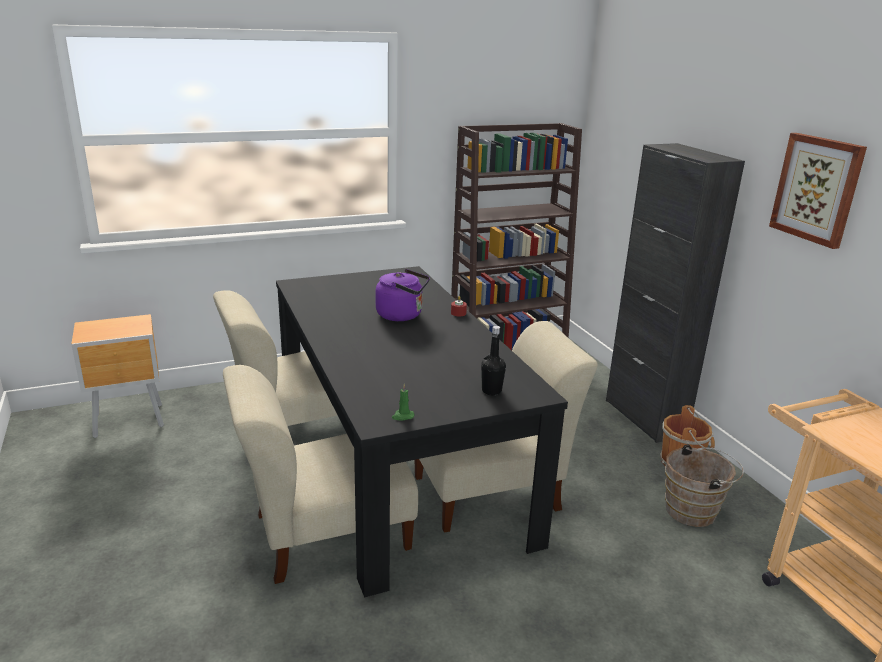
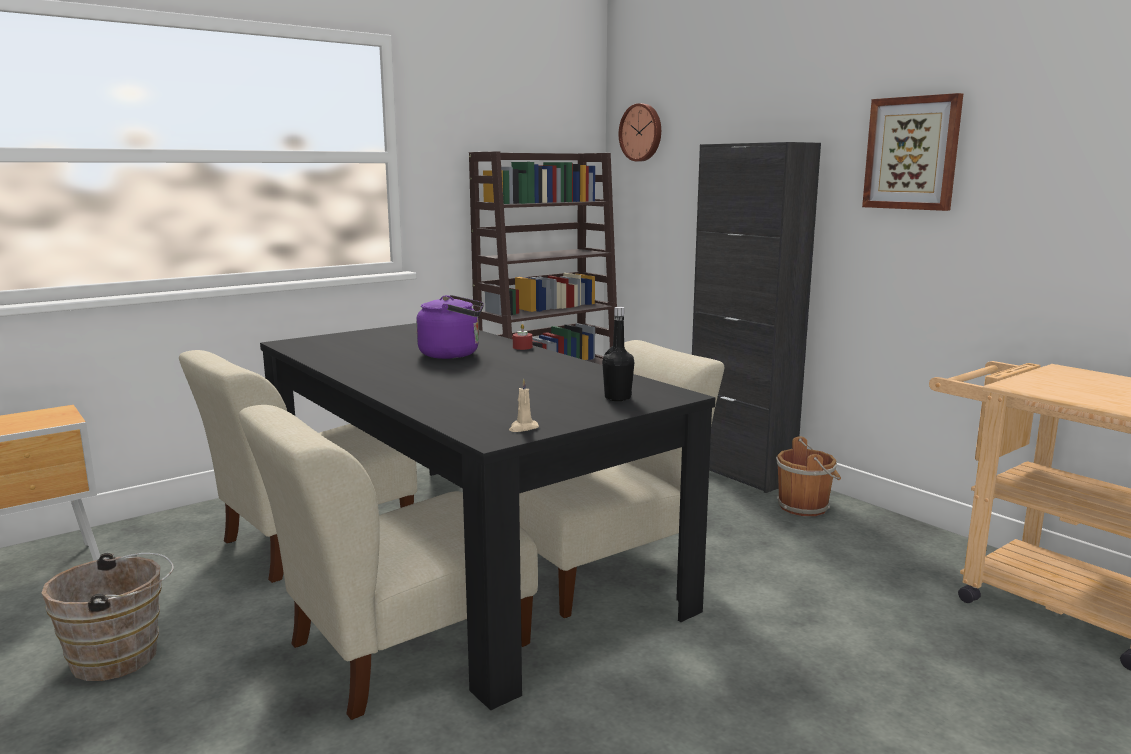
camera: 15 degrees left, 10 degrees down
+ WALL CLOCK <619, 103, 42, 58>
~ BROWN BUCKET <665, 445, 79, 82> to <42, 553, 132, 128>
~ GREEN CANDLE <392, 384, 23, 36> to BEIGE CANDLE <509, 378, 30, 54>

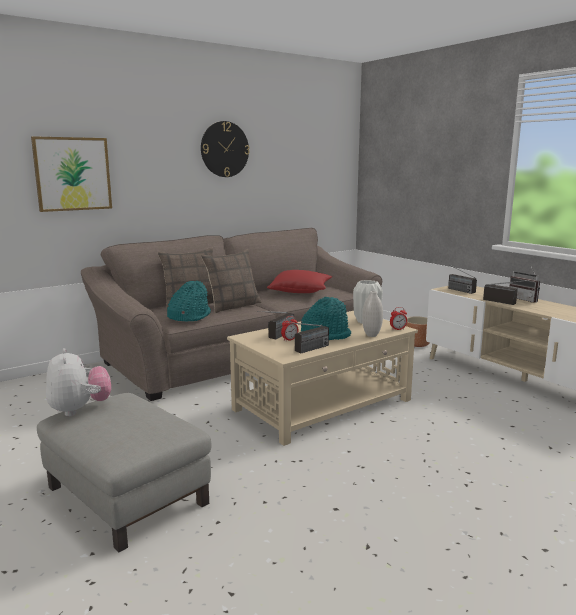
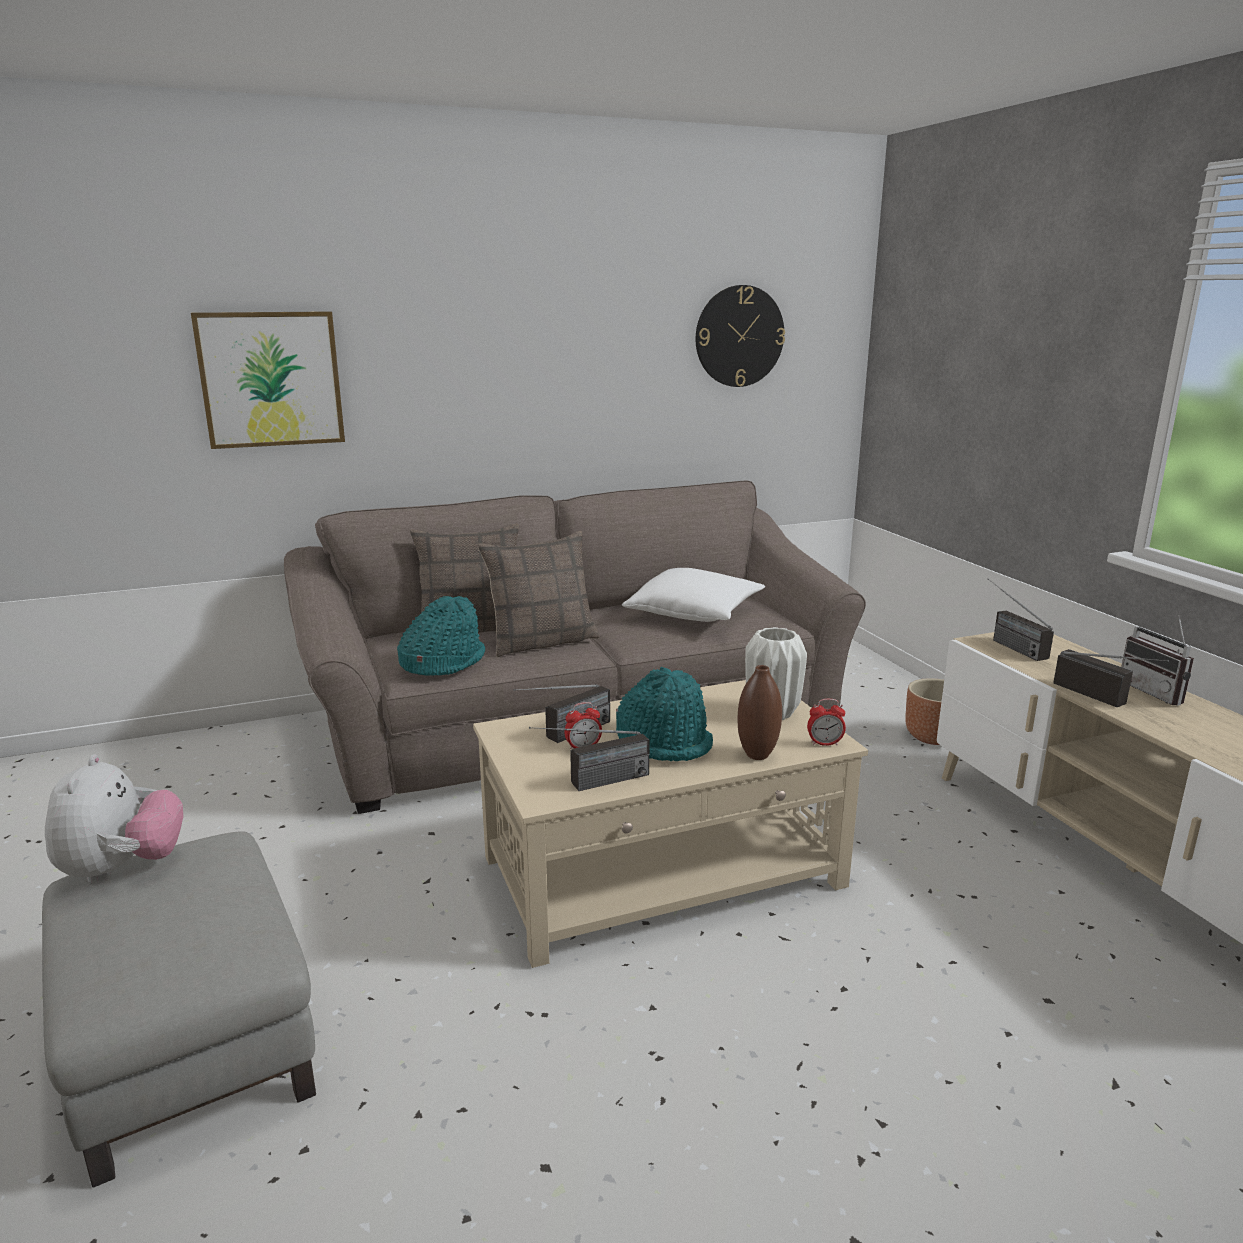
camera: 15 degrees right, 5 degrees up
~ WALL CLOCK <201, 121, 49, 56> to <696, 285, 89, 102>
~ RED PILLOW <267, 270, 65, 23> to WHITE PILLOW <622, 568, 143, 54>
~ WHITE VASE <362, 291, 21, 46> to BROWN VASE <738, 665, 44, 95>

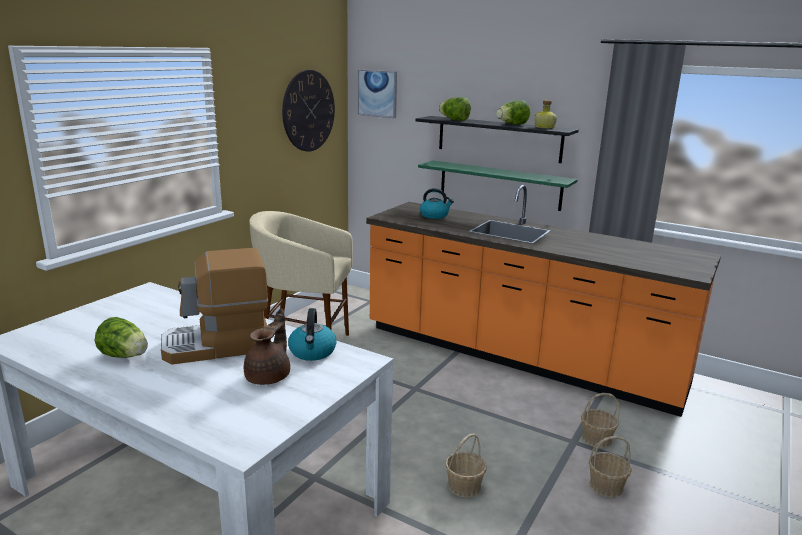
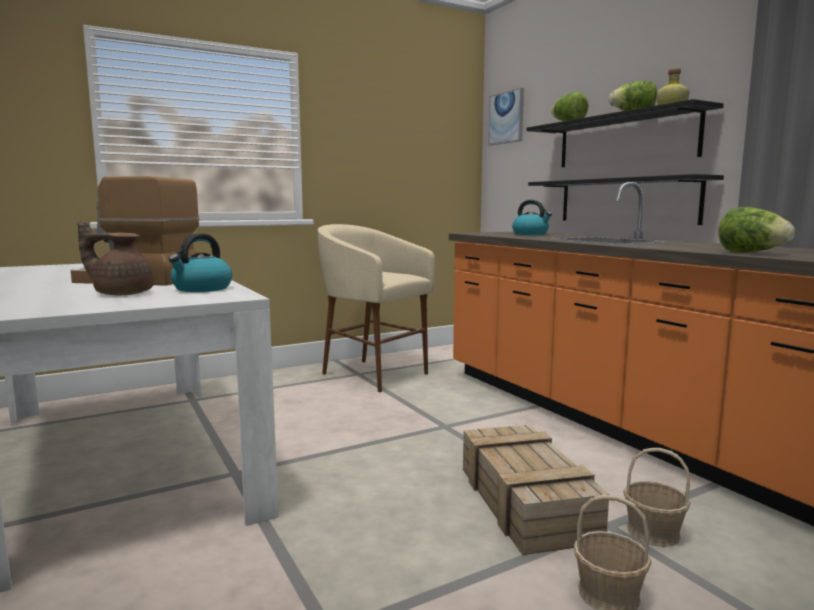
camera: 30 degrees right, 10 degrees down
- WALL CLOCK <282, 70, 53, 82>
- BASKET <445, 434, 42, 64>
+ CRATE <463, 425, 146, 130>
~ LETTUCE <95, 317, 53, 41> to <719, 207, 76, 46>
~ GREEN SHELF <418, 160, 160, 51> to BLACK SHELF <528, 174, 196, 51>
~ BROWN TEAPOT <244, 308, 46, 77> = <77, 220, 77, 75> 135 degrees counterclockwise

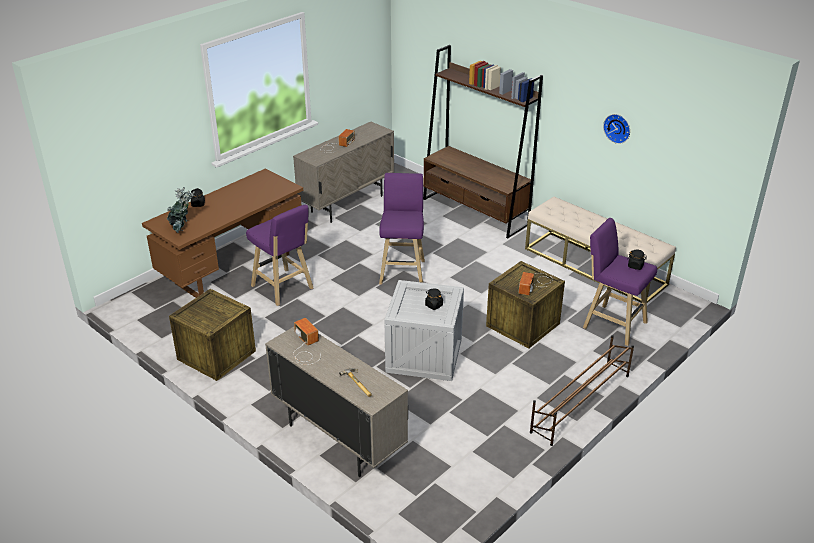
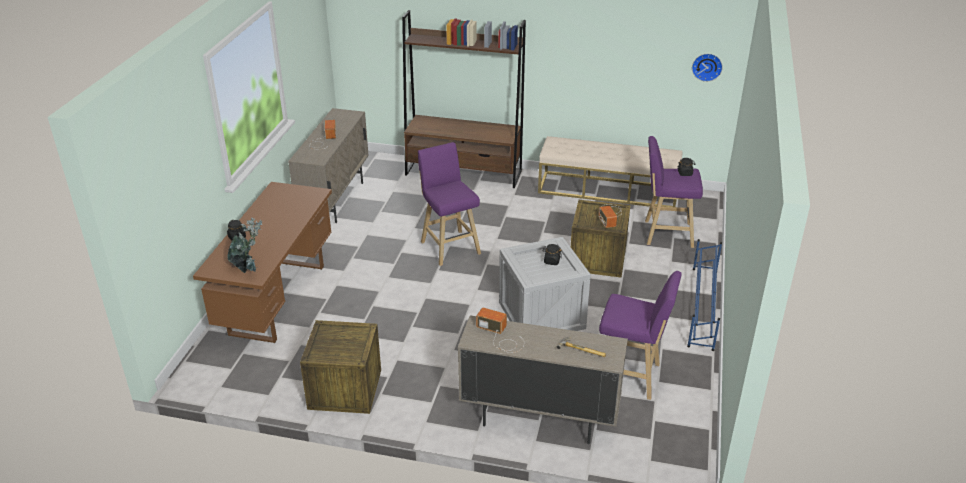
camera: 30 degrees left, 0 degrees up
~ PURPLE STOOL <246, 205, 68, 101> to <599, 271, 83, 129>
~ WALL CLOCK <603, 114, 27, 30> to <692, 54, 31, 28>
~ BROWN SHOE RACK <530, 335, 104, 111> to BLUE SHOE RACK <687, 239, 35, 112>

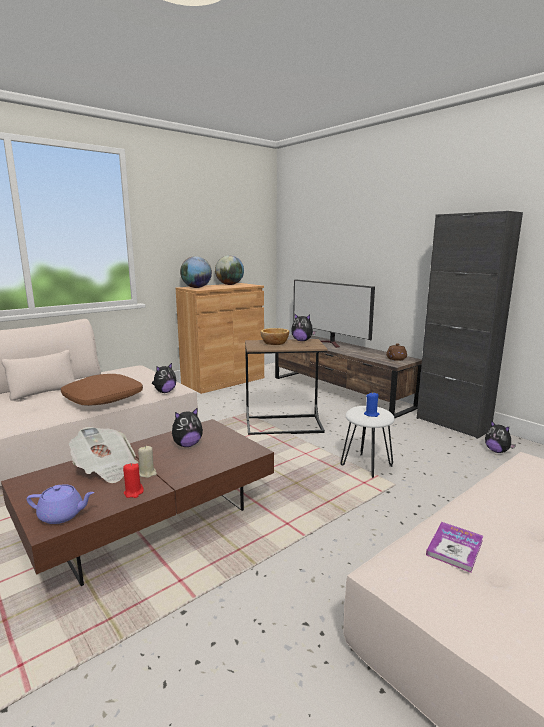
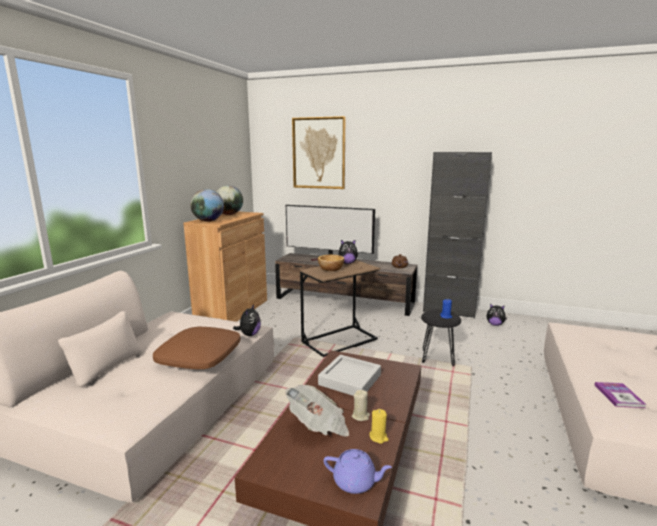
camera: 30 degrees left, 0 degrees up
+ PICTURE <292, 116, 53, 73>
~ PLUSH TOY <172, 407, 31, 40> to GREY TRAY <318, 355, 63, 41>
~ RED CANDLE <123, 463, 21, 35> to YELLOW CANDLE <370, 409, 19, 35>
~ WHITE STOOL <340, 406, 55, 72> to BLACK STOOL <421, 309, 40, 58>
~ PURPLE TEAPOT <27, 484, 67, 40> = <324, 449, 68, 45> 45 degrees clockwise

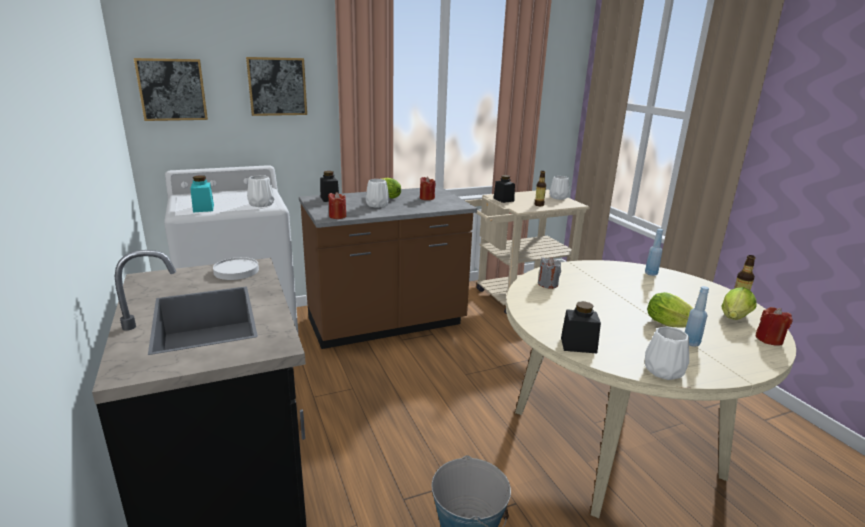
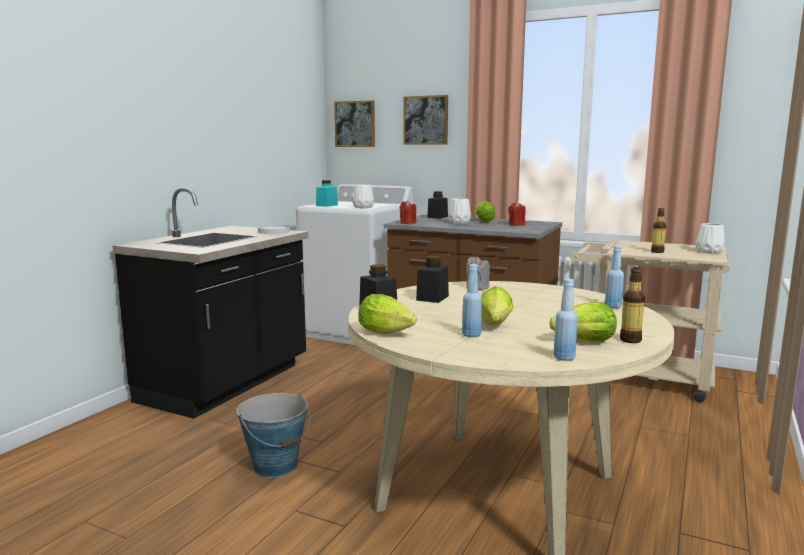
camera: 50 degrees right, 10 degrees down
~ BLACK JAR <494, 175, 21, 28> to <416, 256, 33, 47>
~ WHITE VASE <645, 327, 44, 53> to LETTUCE <358, 294, 59, 40>
~ RED CANDLE <755, 307, 38, 39> to BLUE BOTTLE <553, 279, 25, 82>

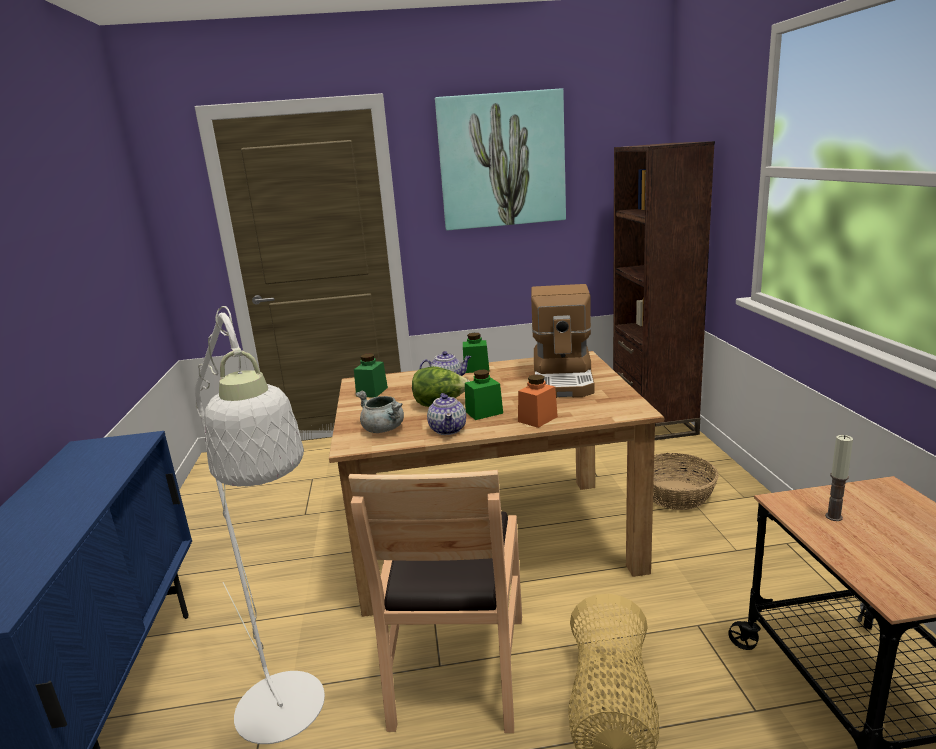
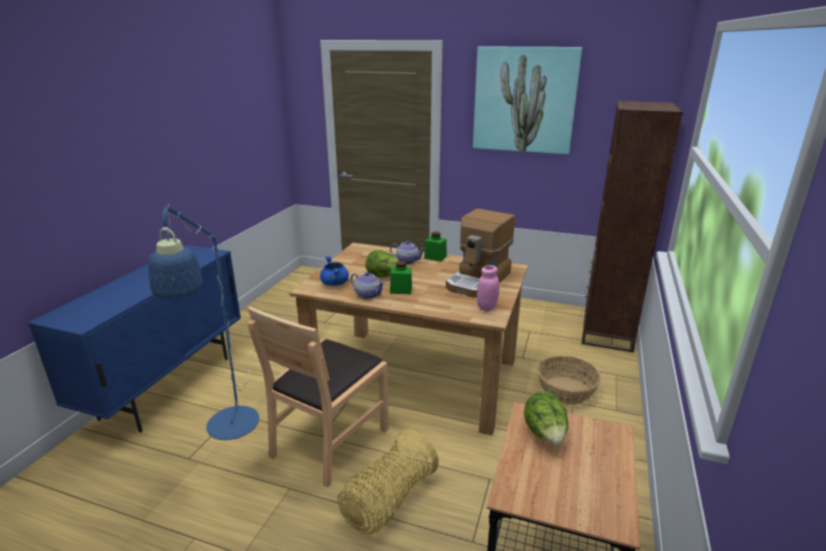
camera: 25 degrees right, 5 degrees up
- GREEN JAR <354, 353, 34, 45>
- ORANGE JAR <518, 375, 40, 53>
+ PINK JAR <477, 265, 22, 46>
~ CANDLE <825, 435, 28, 86> to LETTUCE <524, 391, 44, 54>
~ WHITE FLOOR LAMP <195, 306, 130, 438> to BLUE FLOOR LAMP <148, 203, 111, 237>
~ GREY COOKING POT <355, 391, 49, 42> to BLUE COOKING POT <320, 256, 29, 30>
~ TEAPOT <427, 393, 39, 42> = <350, 272, 35, 27> 75 degrees counterclockwise

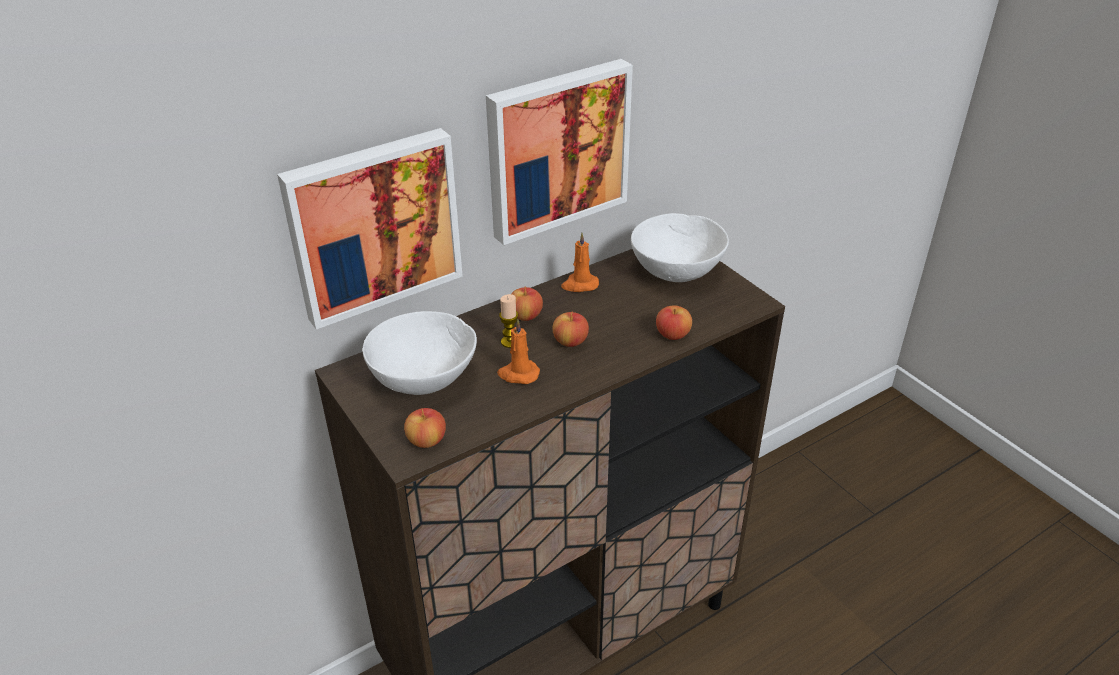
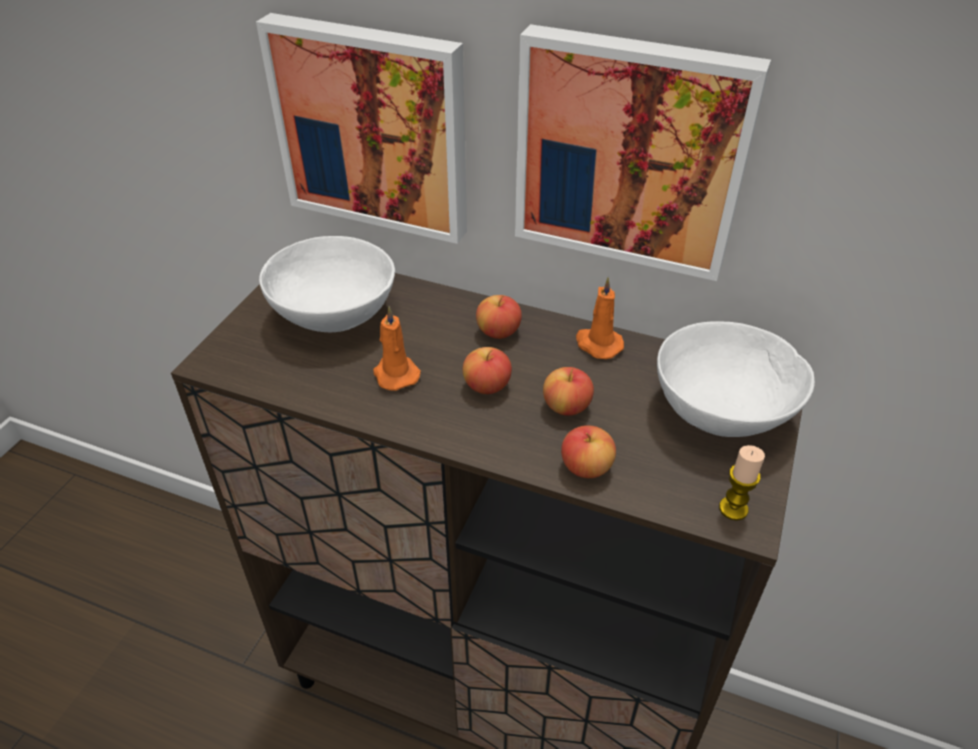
camera: 55 degrees right, 5 degrees up
~ APPLE <404, 408, 42, 40> to <543, 367, 51, 49>
~ CANDLE <499, 294, 19, 54> to <719, 445, 46, 76>

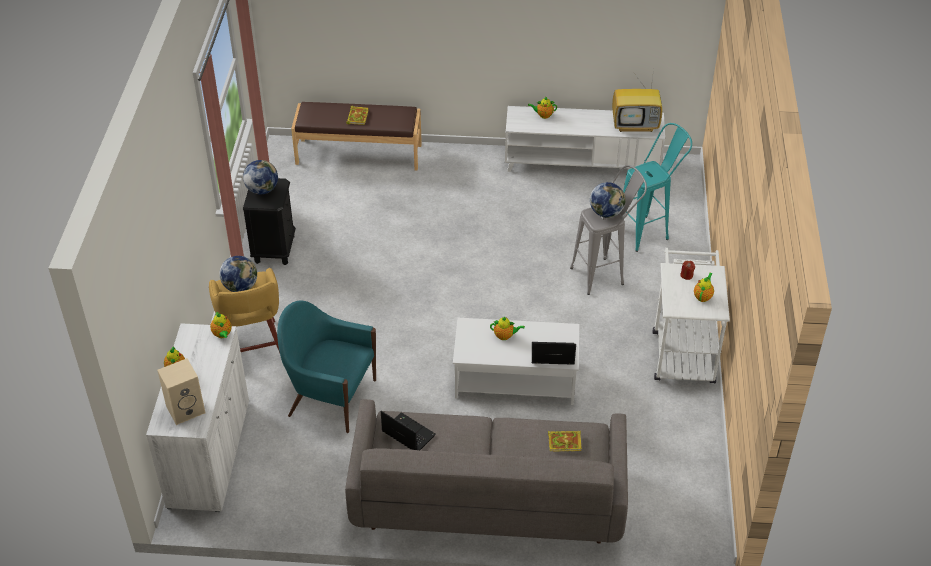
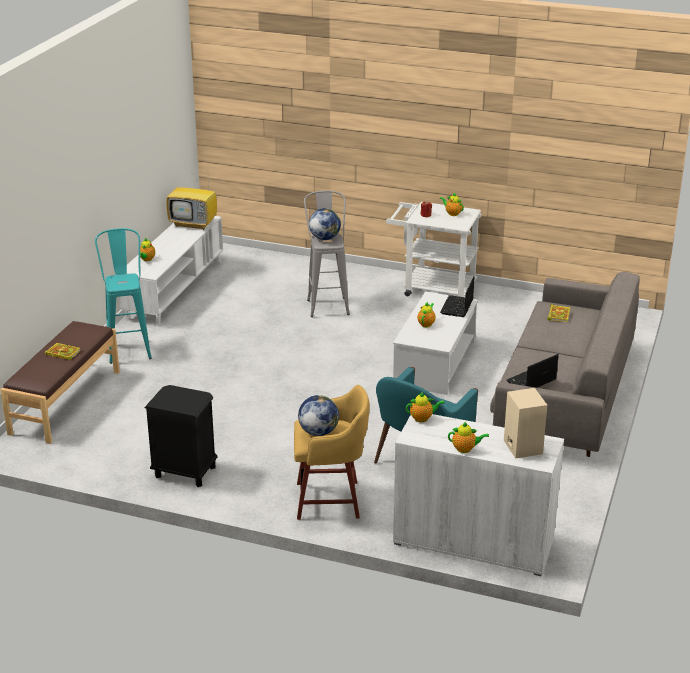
camera: 75 degrees left, 15 degrees down
- GLOBE <243, 160, 35, 34>
~ TURQUOISE STOOL <623, 123, 69, 129> to <95, 228, 57, 136>
~ TELEVISION <612, 70, 50, 62> = <166, 176, 51, 54> 90 degrees clockwise

